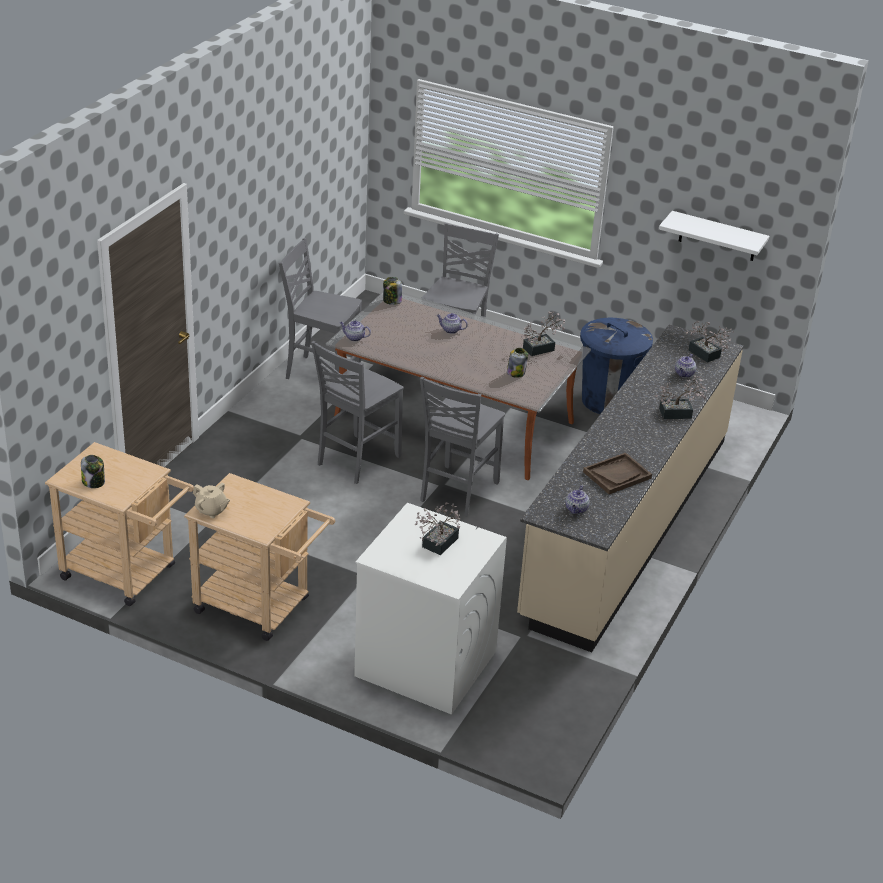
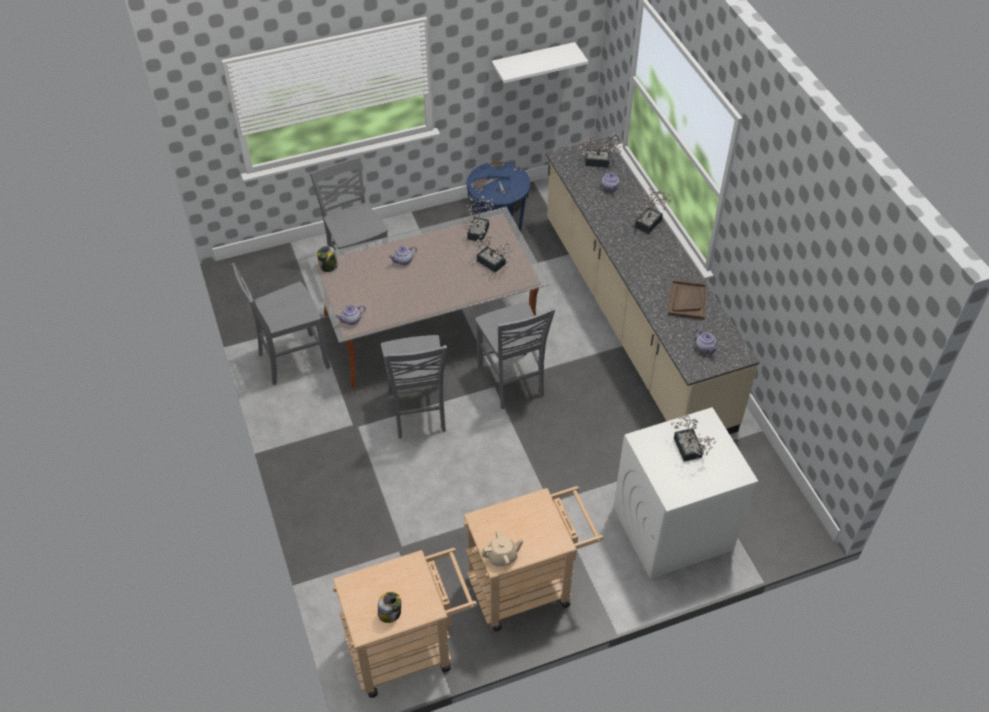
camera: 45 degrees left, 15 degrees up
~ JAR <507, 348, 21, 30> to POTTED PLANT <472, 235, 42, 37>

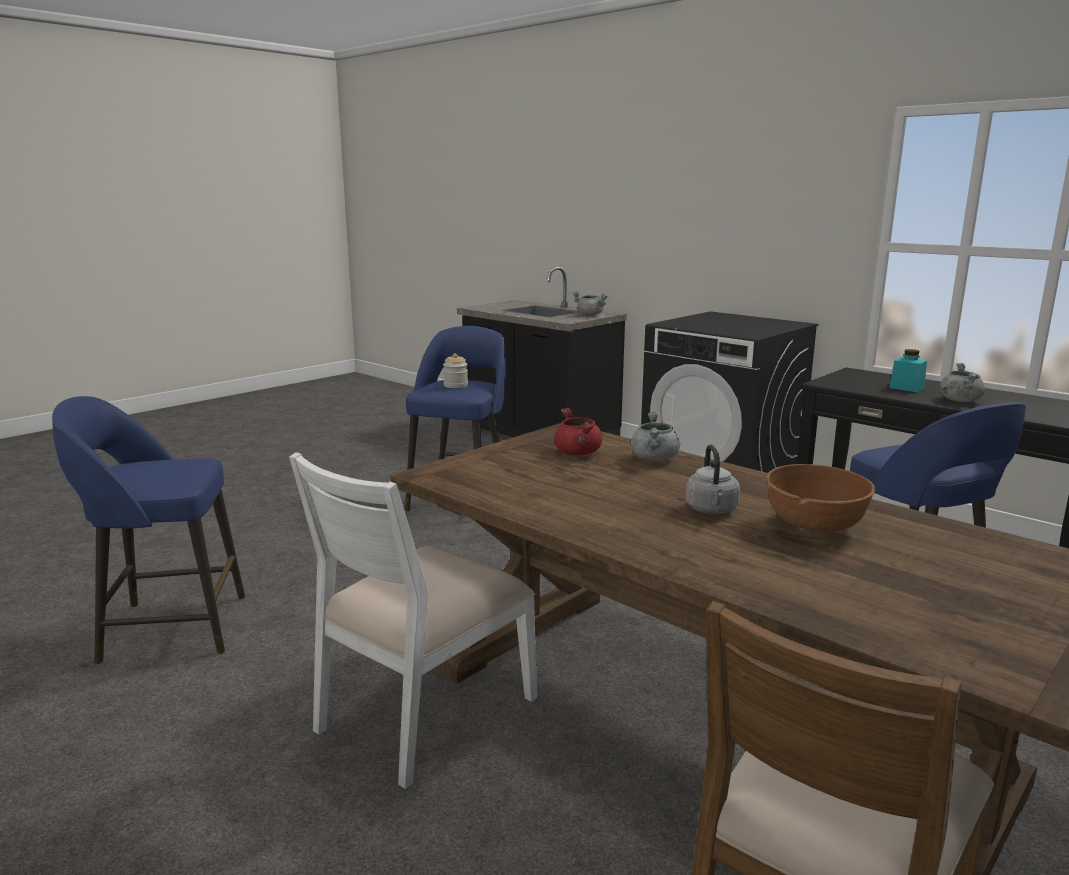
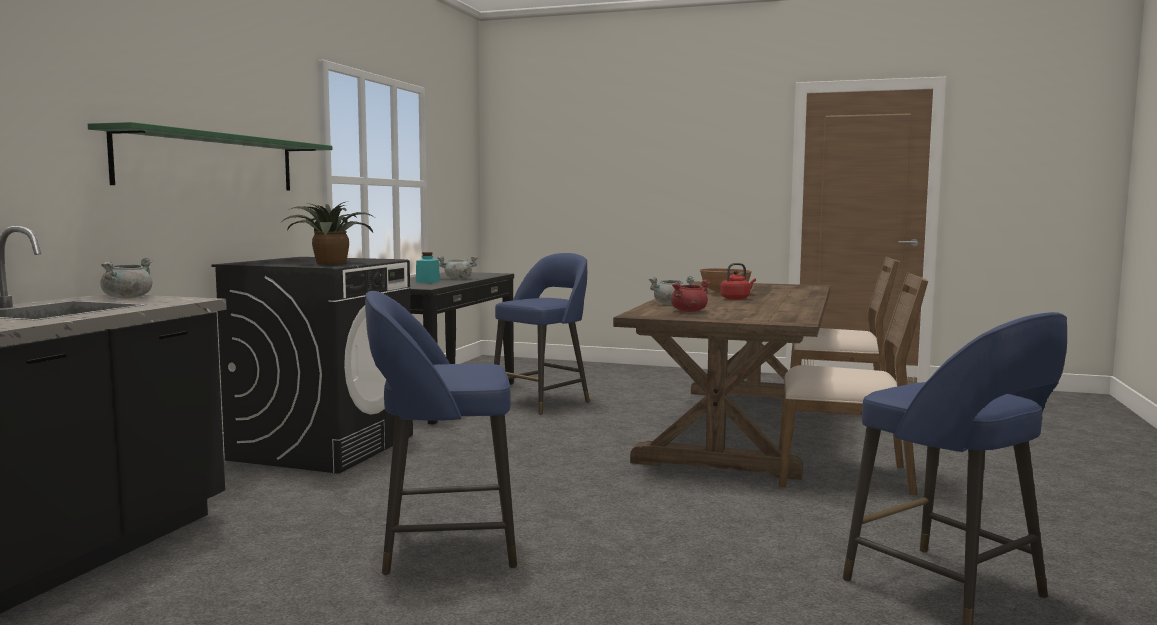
camera: 115 degrees left, 10 degrees down
- JAR <443, 353, 25, 35>
+ GREEN SHELF <88, 122, 244, 69>
+ POTTED PLANT <280, 201, 94, 63>
~ WHITE CHAIR <289, 452, 248, 337> to BROWN CHAIR <779, 272, 149, 223>
~ GREY KETTLE <686, 445, 54, 69> to RED KETTLE <720, 263, 36, 37>

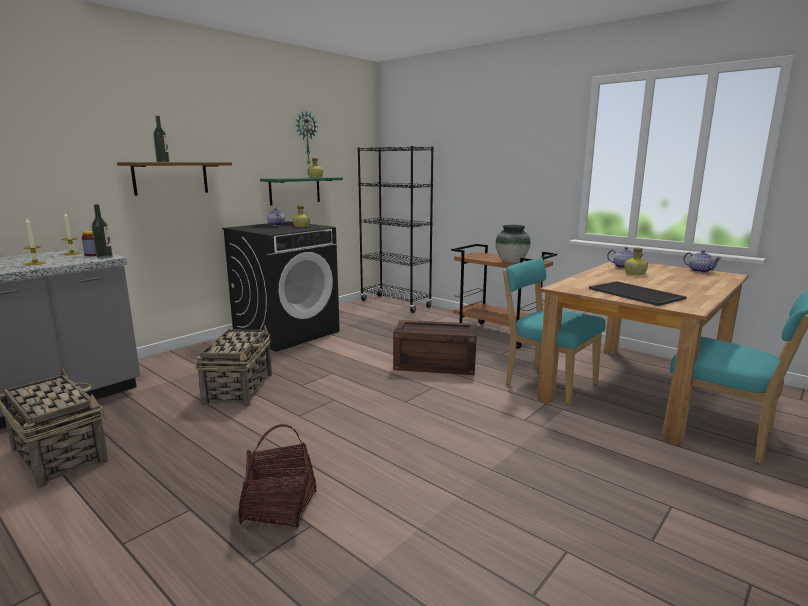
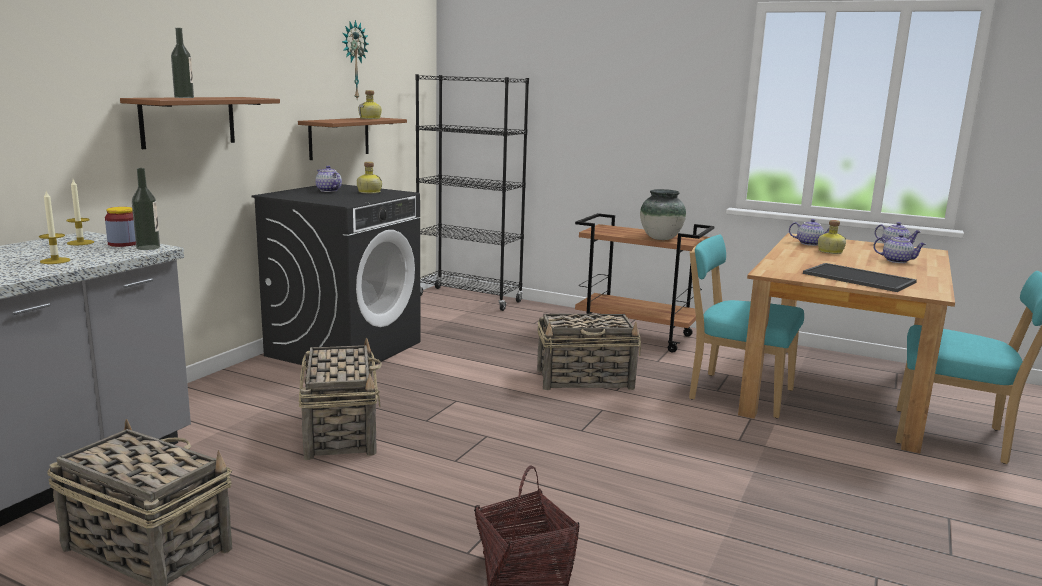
camera: 15 degrees left, 0 degrees up
+ TEAPOT <873, 234, 53, 29>
~ CRATE <393, 320, 84, 55> to BASKET <537, 313, 104, 77>
~ GREEN SHELF <260, 177, 83, 29> to BROWN SHELF <298, 118, 109, 42>

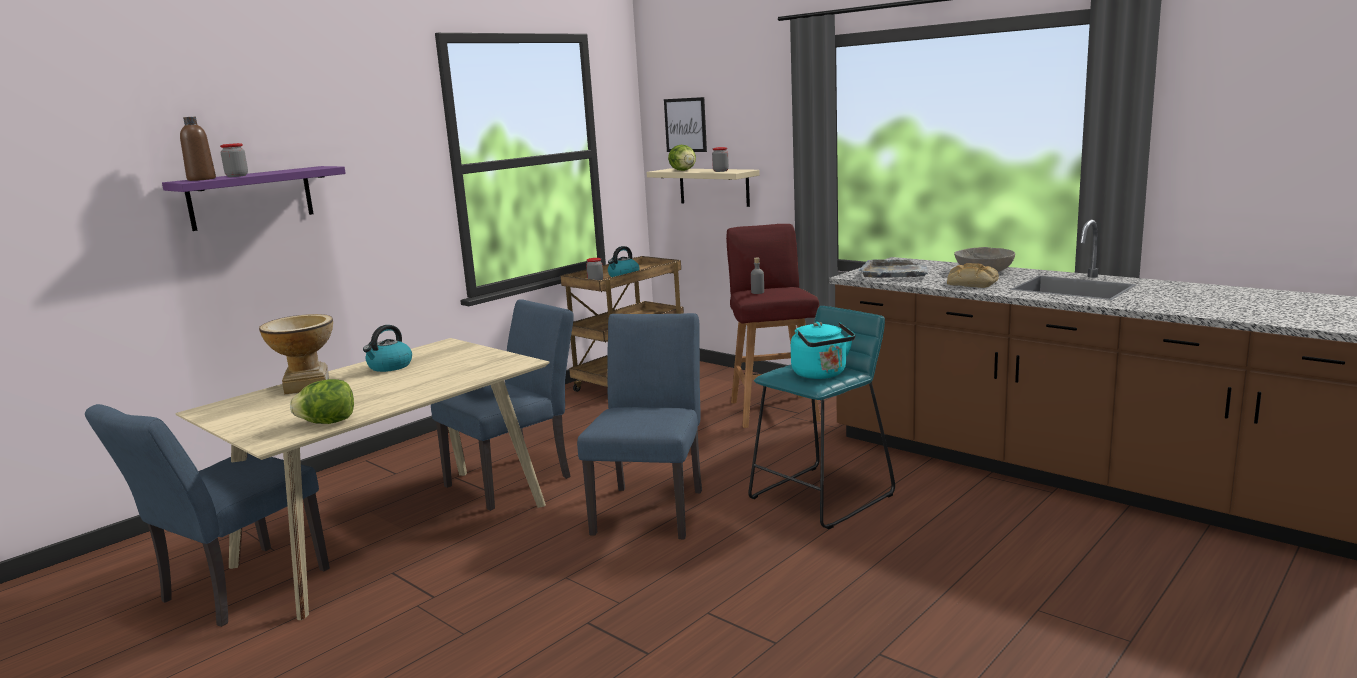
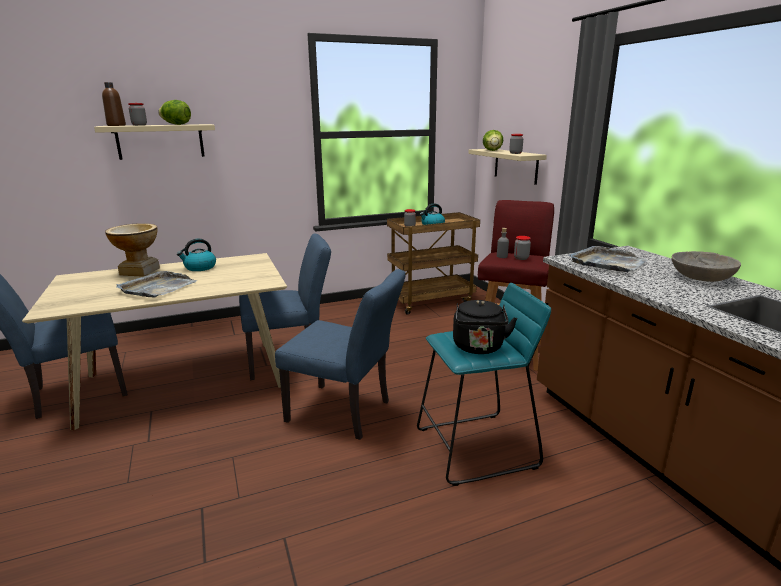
camera: 25 degrees right, 5 degrees up
- PICTURE <664, 97, 43, 55>
- BREAD <947, 263, 52, 25>
+ GREY TRAY <116, 271, 82, 27>
+ JAR <514, 236, 17, 24>
~ LETTUCE <290, 379, 64, 45> to <158, 100, 33, 25>
~ PURPLE SHELF <162, 166, 184, 65> to BEIGE SHELF <94, 124, 121, 36>
~ TURQUOISE KETTLE <791, 322, 64, 57> to BLACK KETTLE <453, 300, 65, 54>
~ BLUE CHAIR <577, 313, 125, 226> = <275, 269, 131, 171> 75 degrees clockwise

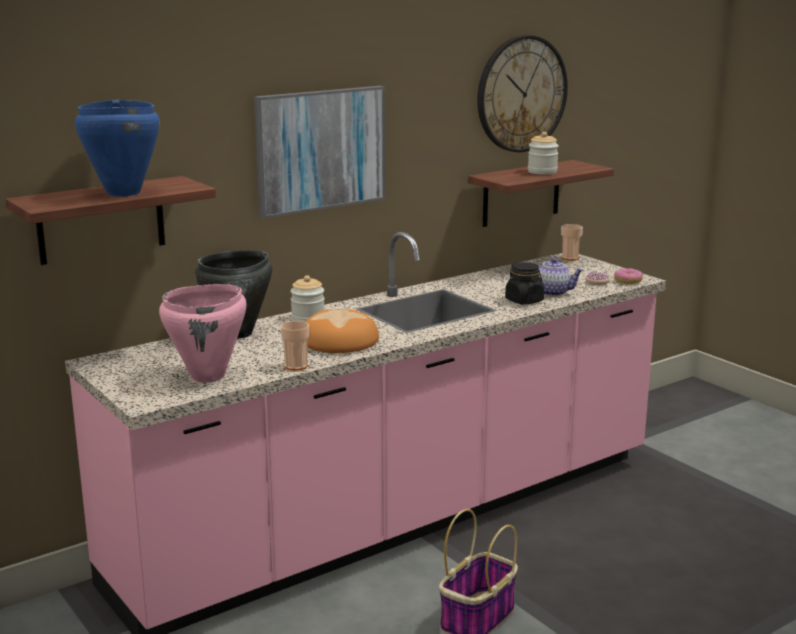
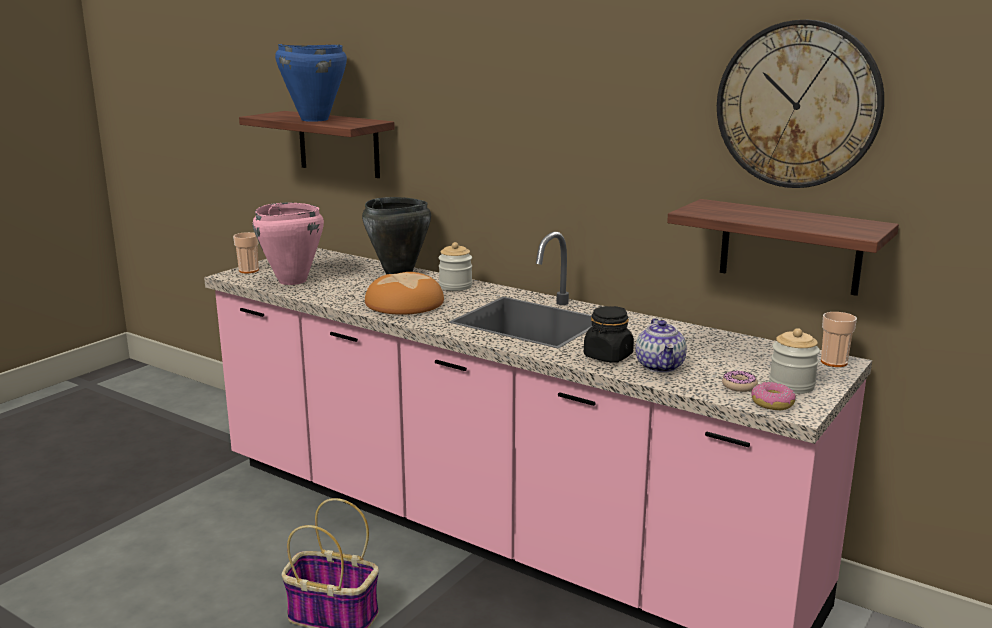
camera: 70 degrees right, 0 degrees up
- PICTURE <254, 86, 131, 132>
~ CUP <281, 321, 28, 50> to <233, 232, 26, 41>
~ JAR <528, 132, 31, 43> to <769, 328, 51, 66>

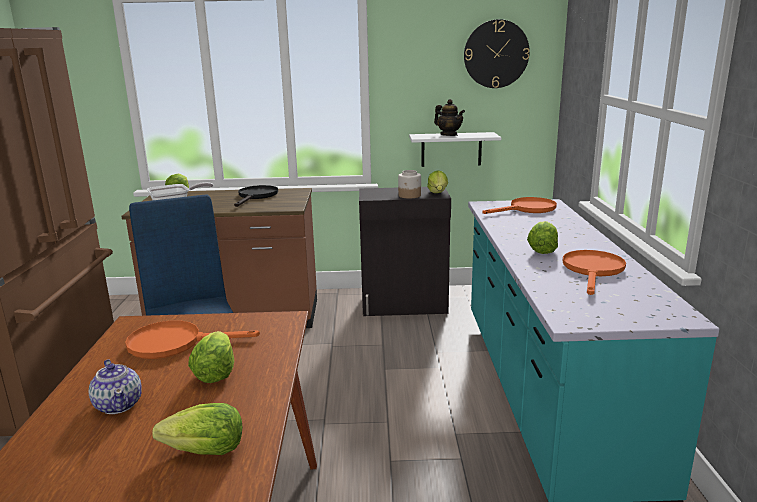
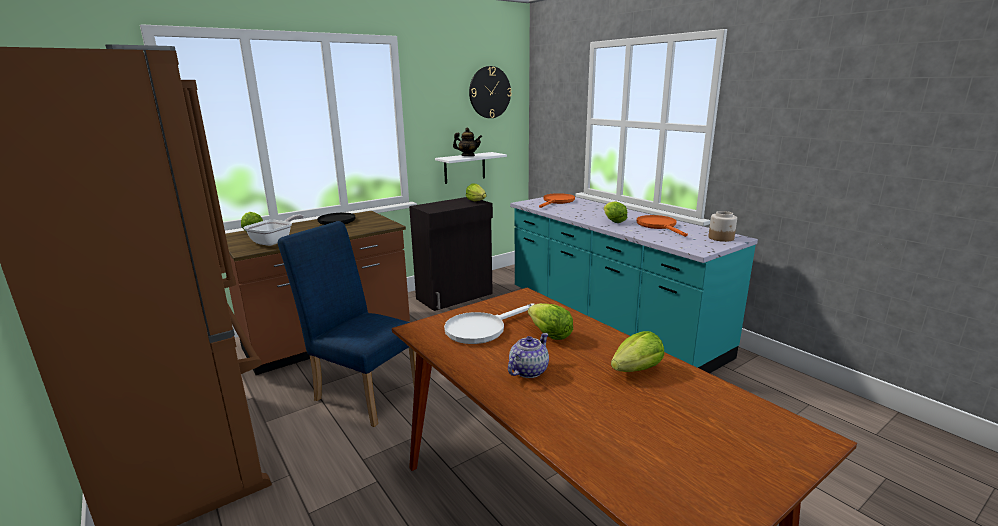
camera: 35 degrees left, 0 degrees up
~ JAR <398, 170, 23, 28> to <708, 211, 29, 31>
~ ORANGE FRYING PAN <125, 320, 135, 39> to WHITE FRYING PAN <444, 303, 90, 41>
~ TEAPOT <89, 359, 53, 55> = <508, 333, 41, 45> 75 degrees counterclockwise

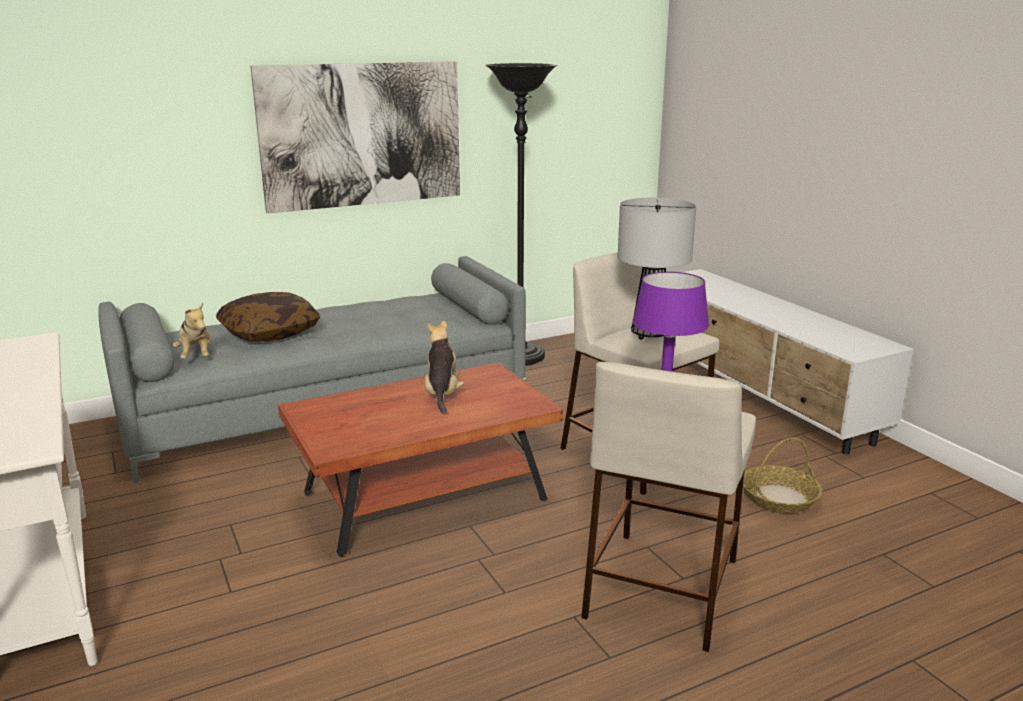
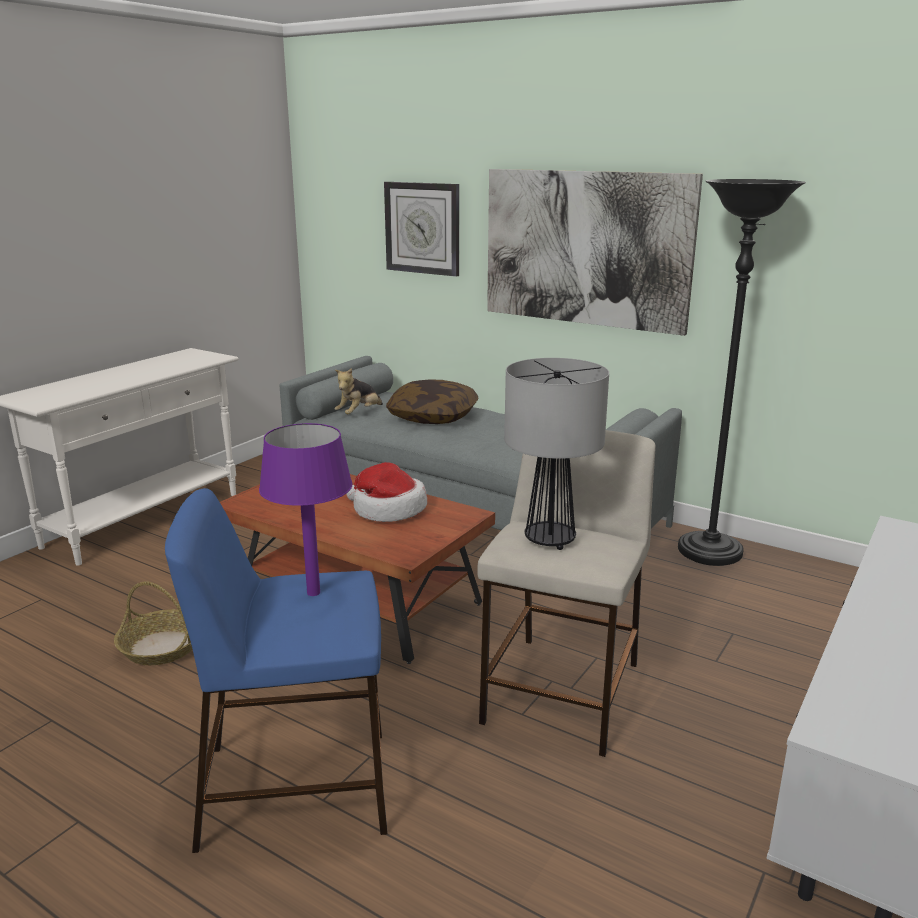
camera: 60 degrees right, 0 degrees up
+ WALL CLOCK <384, 182, 75, 95>
~ BASKET <743, 437, 79, 76> to <114, 581, 78, 84>
~ PLUSH TOY <424, 320, 40, 94> to HAT <346, 462, 81, 60>
~ BEIGE STOOL <581, 362, 175, 290> to BLUE STOOL <165, 488, 223, 365>

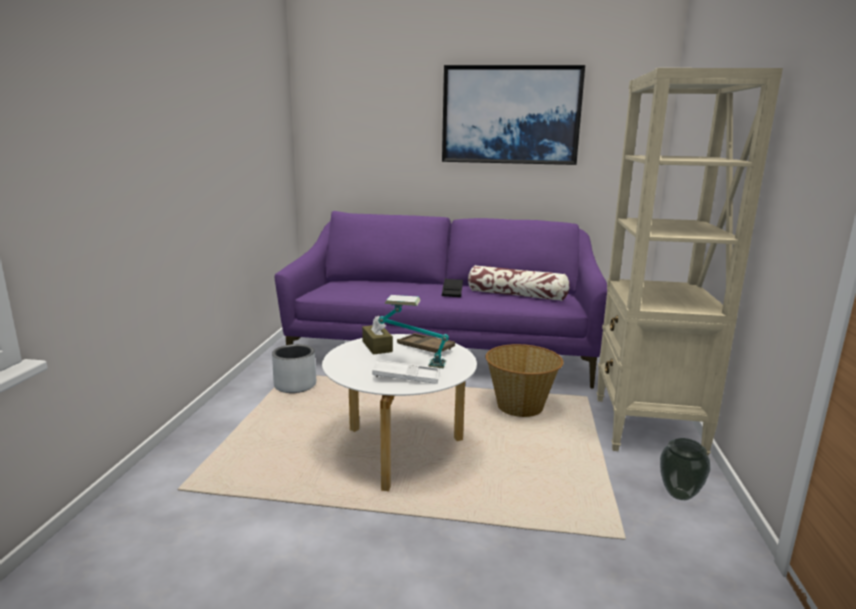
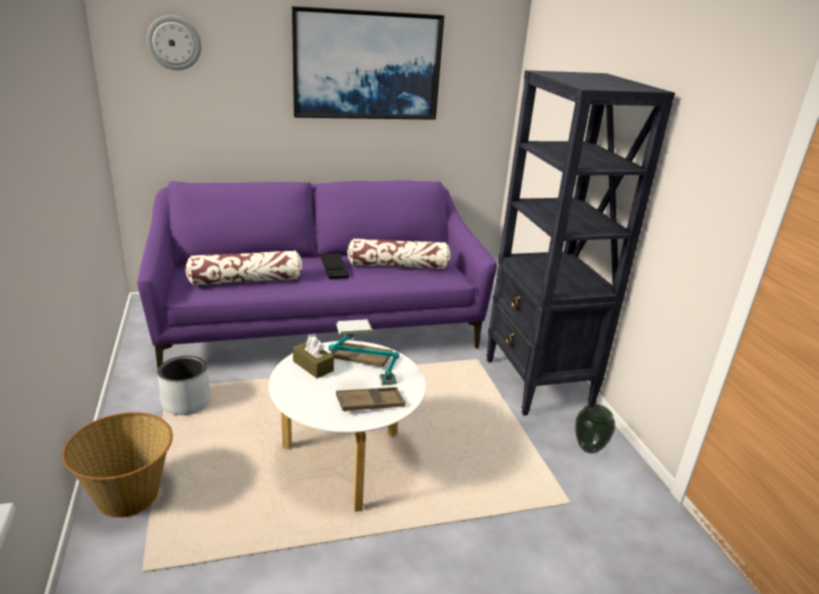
camera: 25 degrees left, 10 degrees up
+ WALL CLOCK <147, 15, 55, 55>
+ PILLOW <185, 250, 118, 36>
~ BASKET <486, 344, 78, 73> to <62, 412, 111, 106>
~ WHITE TRAY <372, 360, 68, 24> to BROWN TRAY <336, 387, 70, 25>
~ BEIGE BOOKCASE <597, 68, 186, 388> to BLACK BOOKCASE <486, 70, 189, 346>

